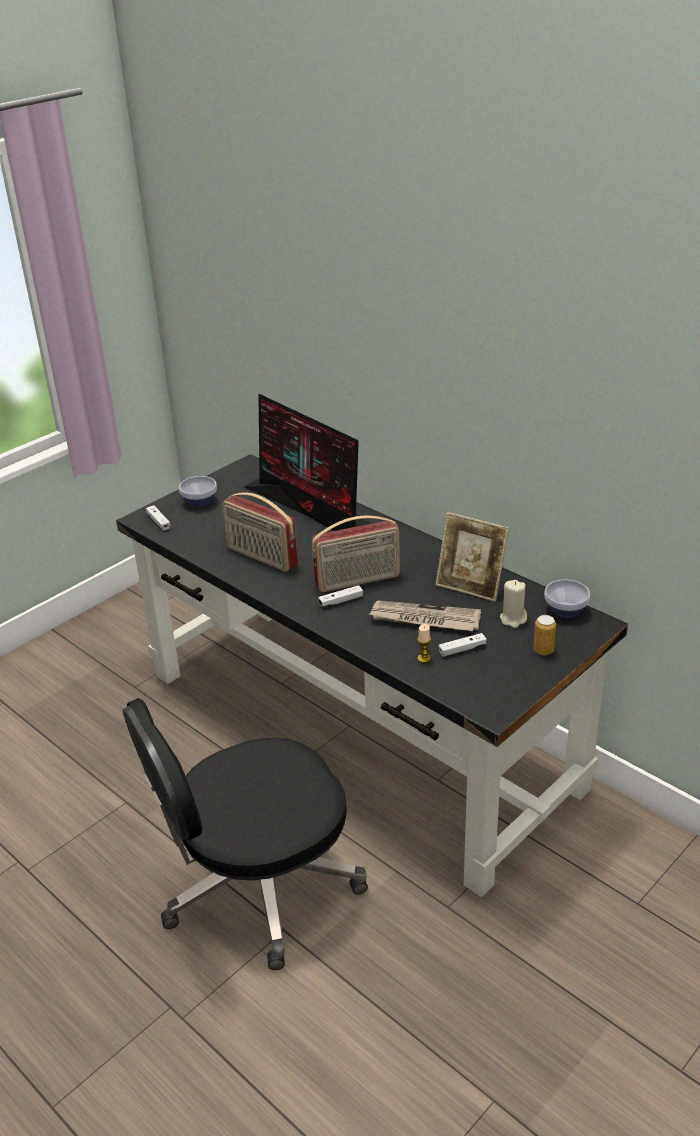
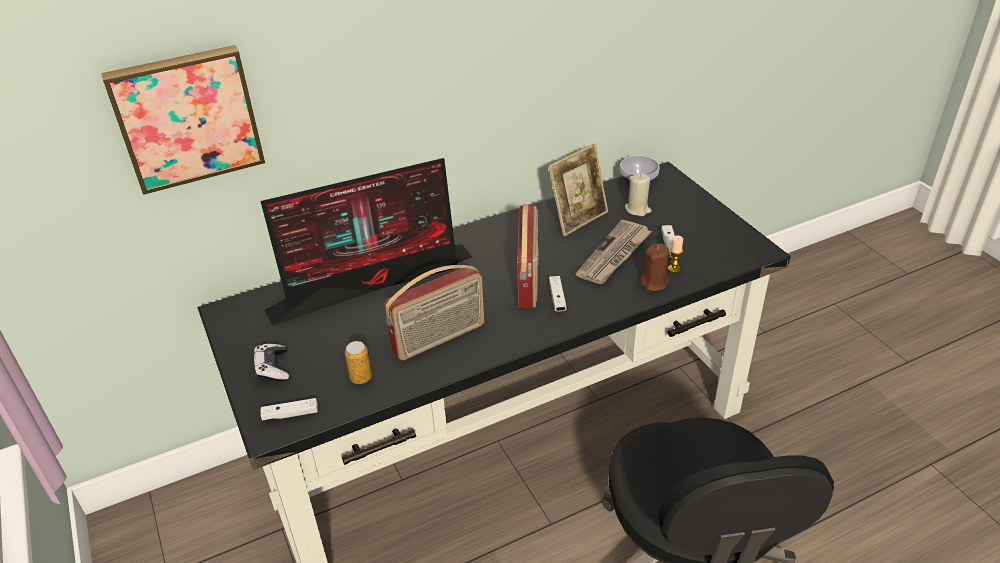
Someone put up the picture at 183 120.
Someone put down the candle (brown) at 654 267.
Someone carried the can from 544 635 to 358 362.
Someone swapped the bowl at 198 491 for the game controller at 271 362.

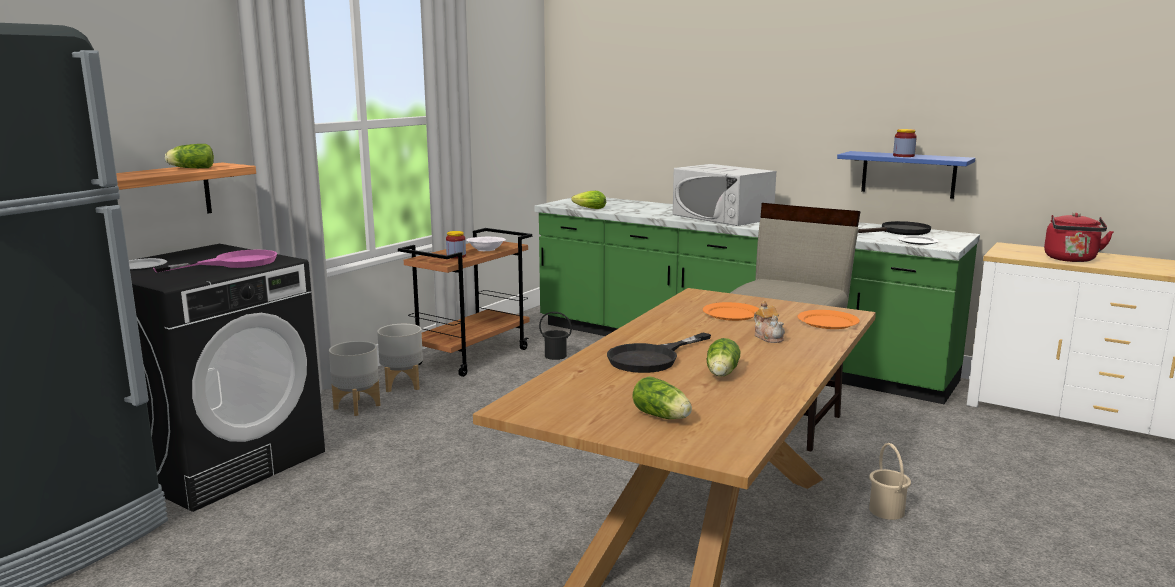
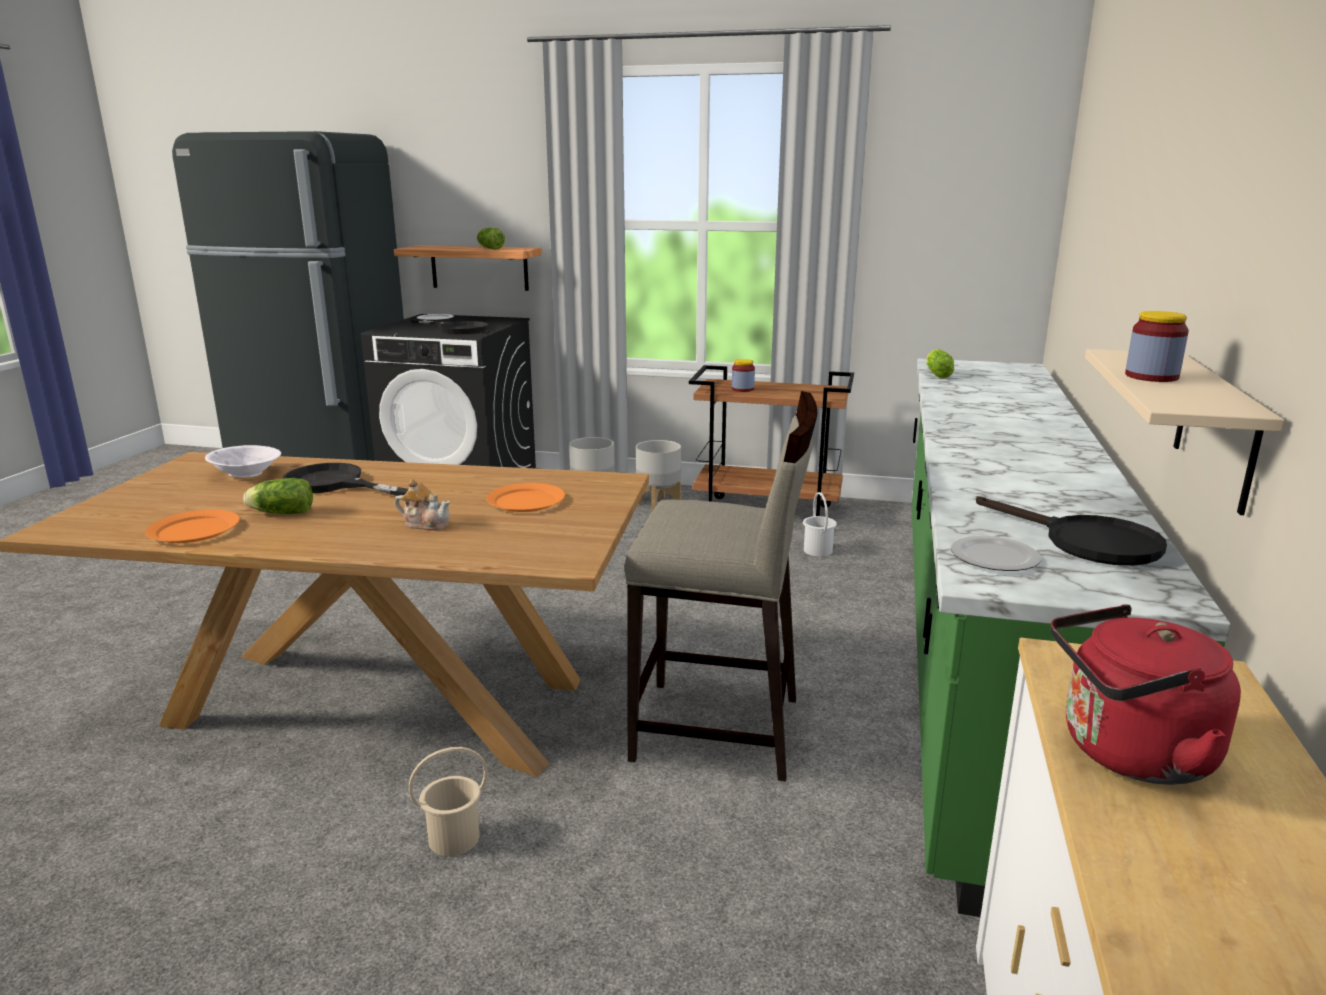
Someone took away the lettuce at 662 397.
Someone took away the microwave (white) at 724 195.
Someone carried the bowl (white) from 486 244 to 243 461.
Someone carried the plate (orange) from 829 319 to 192 526.
Someone repainted the frying pan (pink) at 215 261, which became the frying pan (black) at 449 326.
Someone repainted the bucket (black) at 555 336, which became the bucket (white) at 820 524.
Someone repainted the shelf (blue) at 906 175, which became the shelf (beige) at 1185 432.
Someone rotated the teapot at 769 322 by 120 degrees counterclockwise.

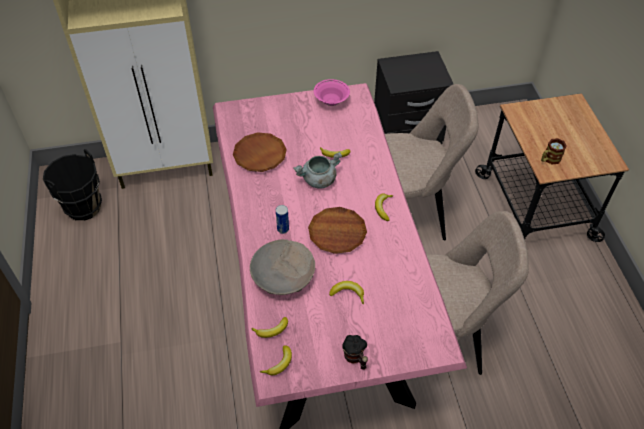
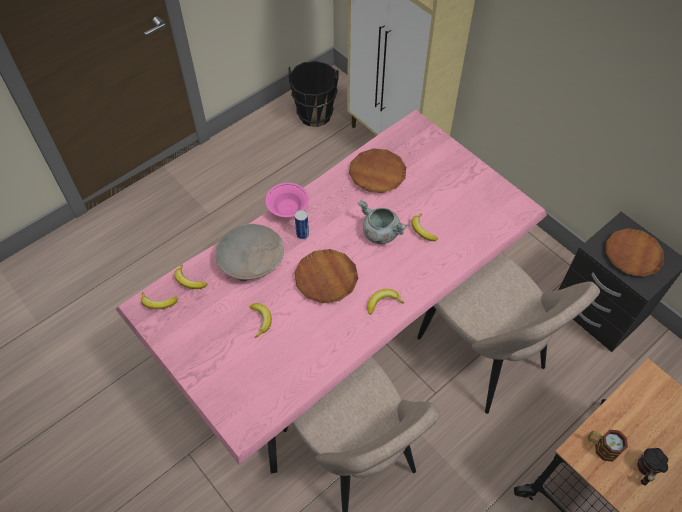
Someone put down the plate (brown) at 635 252.
Someone carried the bowl (pink) from 332 92 to 287 200.
Someone carried the mug from 355 352 to 652 467.

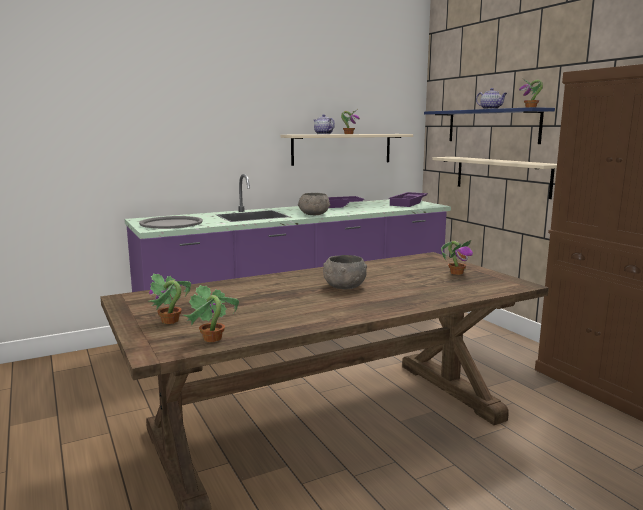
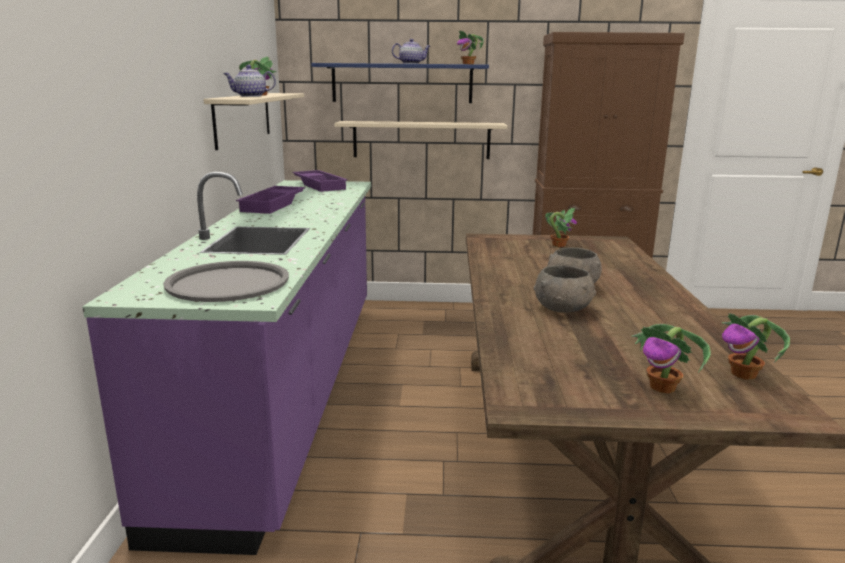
Someone carried the bowl (grey) from 314 204 to 565 289.

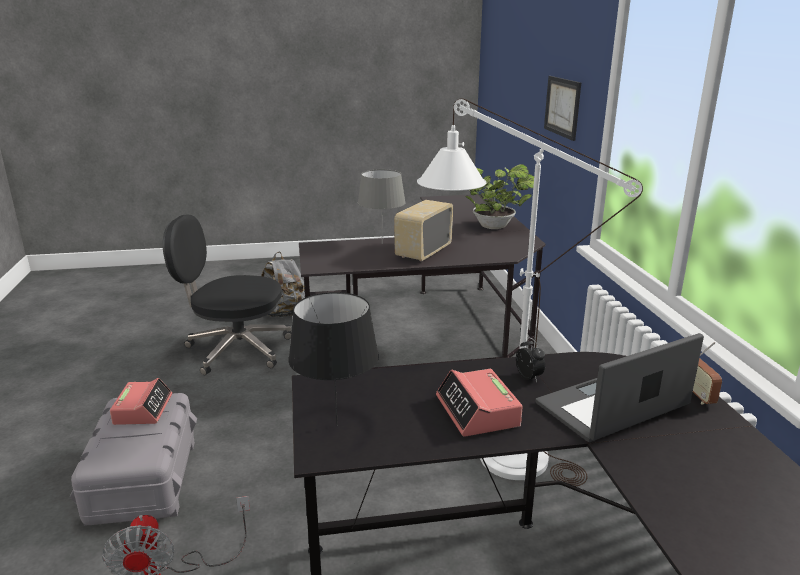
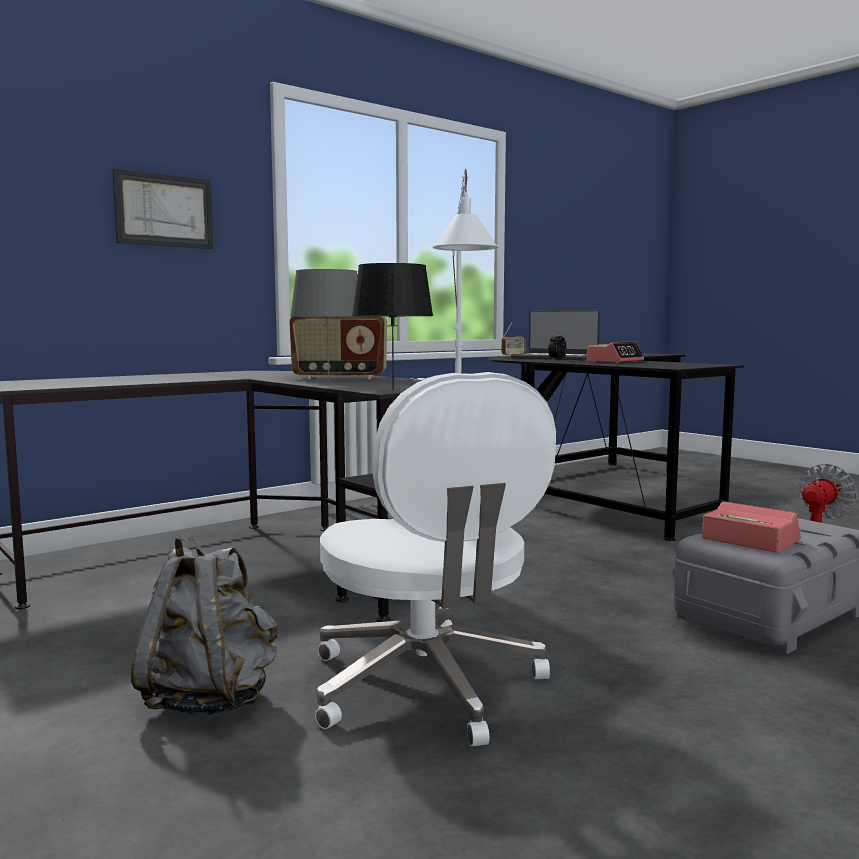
Someone took away the potted plant at 499 196.
Someone carried the table lamp (black) from 333 359 to 392 326.
Someone repainted the office chair (black) at 227 294, which became the office chair (white) at 435 559.
Someone rotated the alarm clock at 141 401 by 75 degrees clockwise.

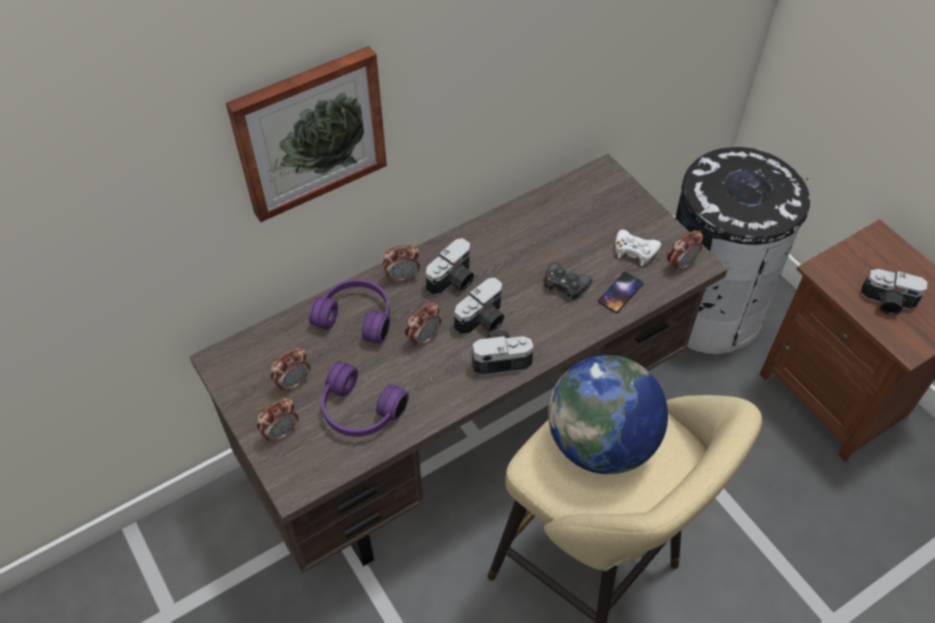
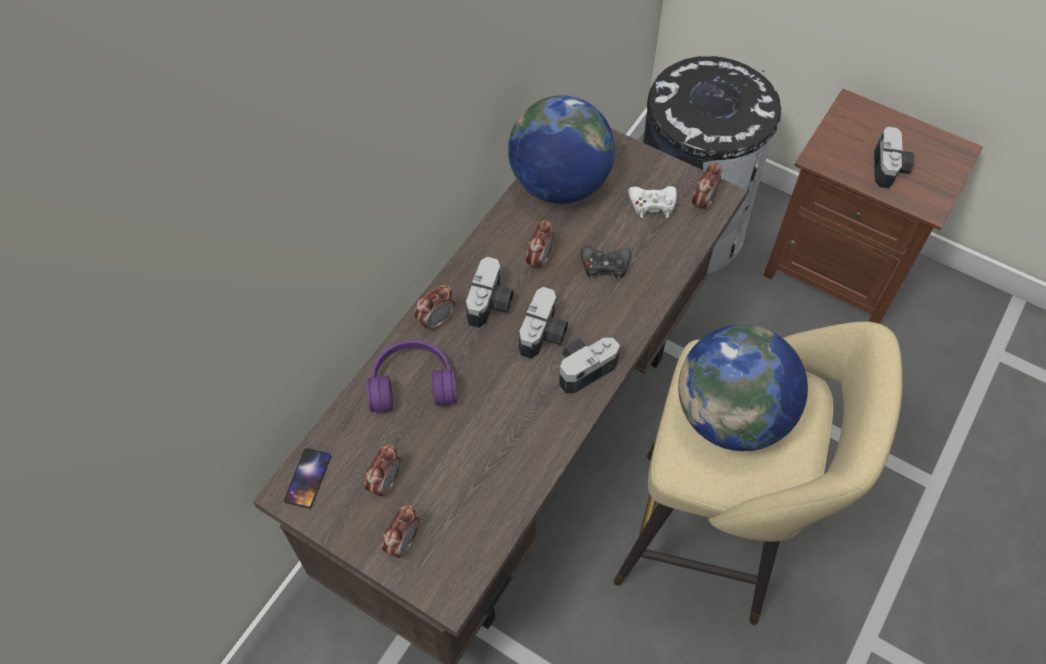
Someone took away the picture at 306 134.
Someone took away the headphones (purple) at 365 399.
Someone put down the globe at 561 149.
Someone carried the alarm clock from 423 325 to 540 245.
Someone carried the phone from 621 292 to 307 478.
Someone rotated the photo camera at 894 292 by 75 degrees counterclockwise.

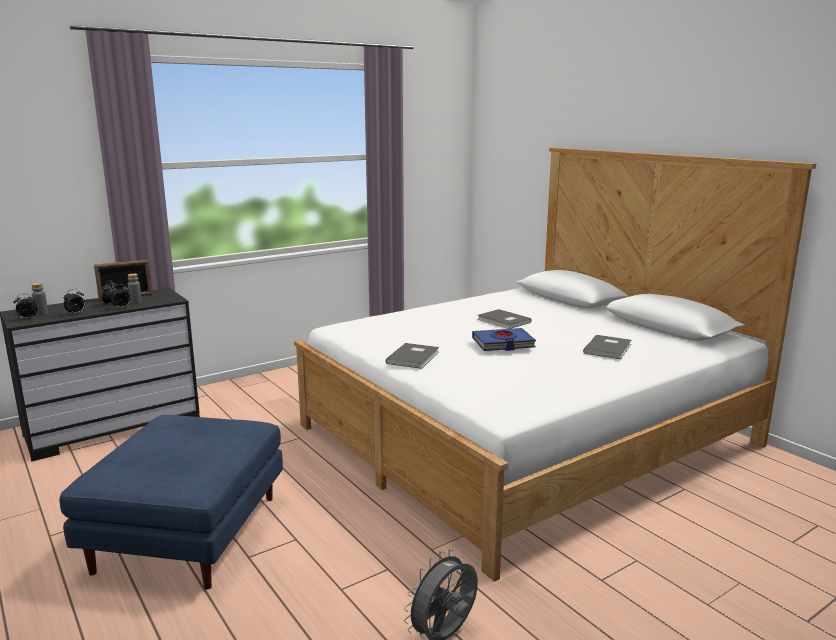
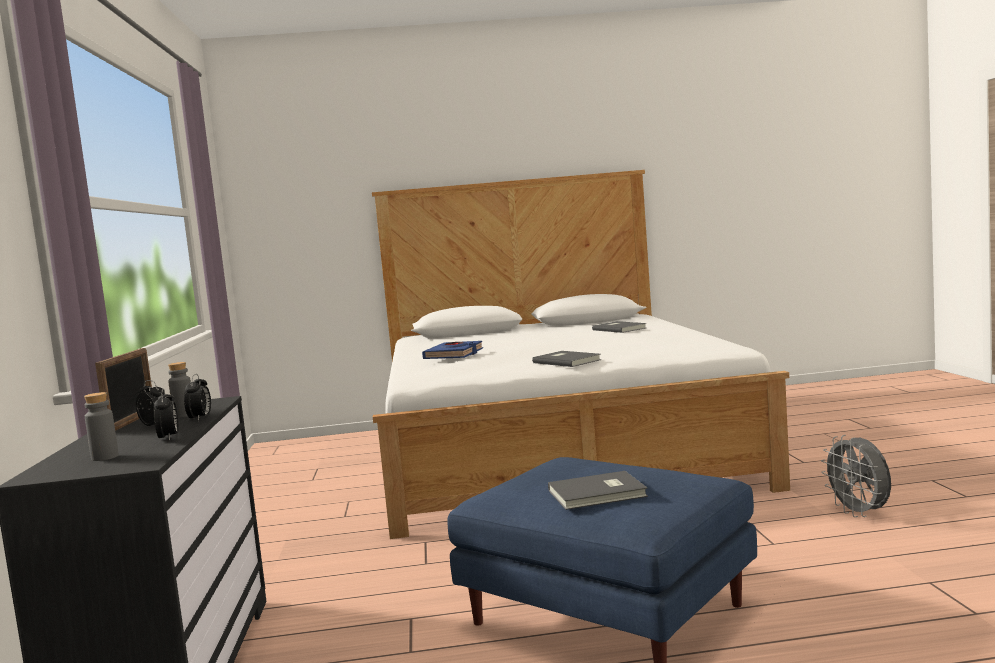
Someone took away the alarm clock at 25 307.
Someone carried the book (blue) from 504 339 to 452 350.
Someone carried the book (grey) from 504 319 to 598 490.

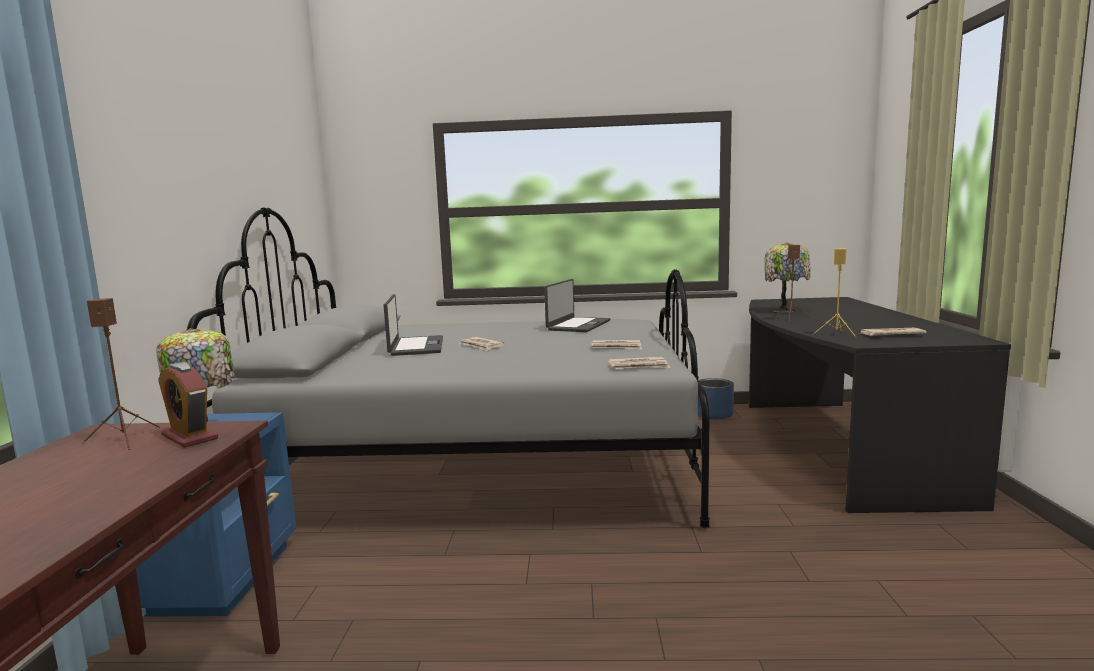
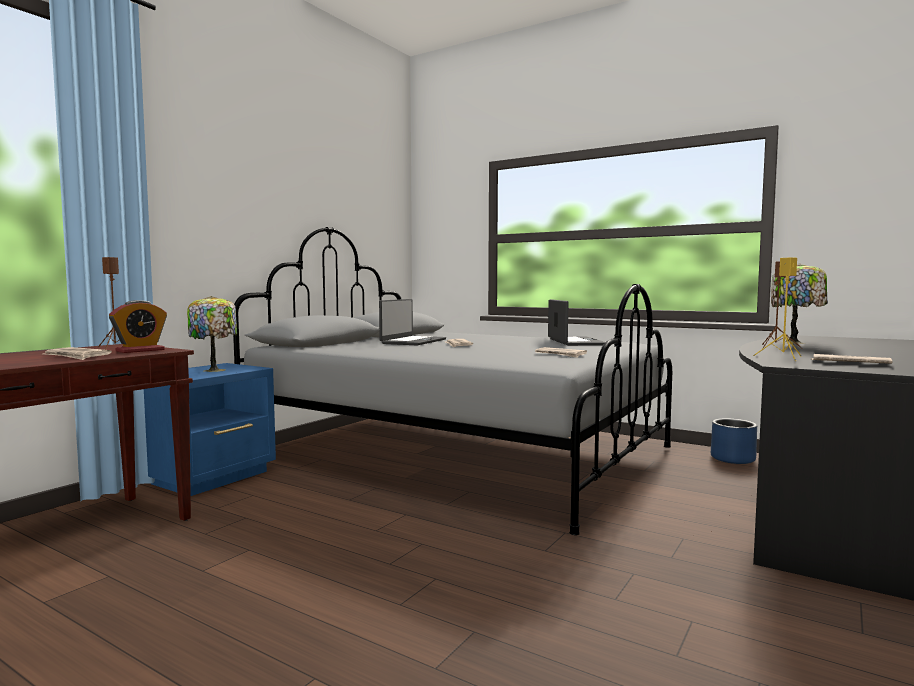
Someone carried the newspaper from 639 363 to 78 353.
Someone rotated the alarm clock at 188 405 by 120 degrees counterclockwise.
Someone rotated the laptop at 577 305 by 60 degrees counterclockwise.

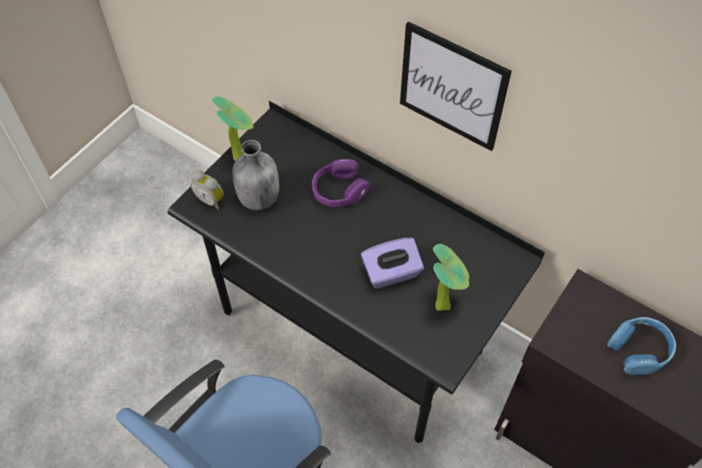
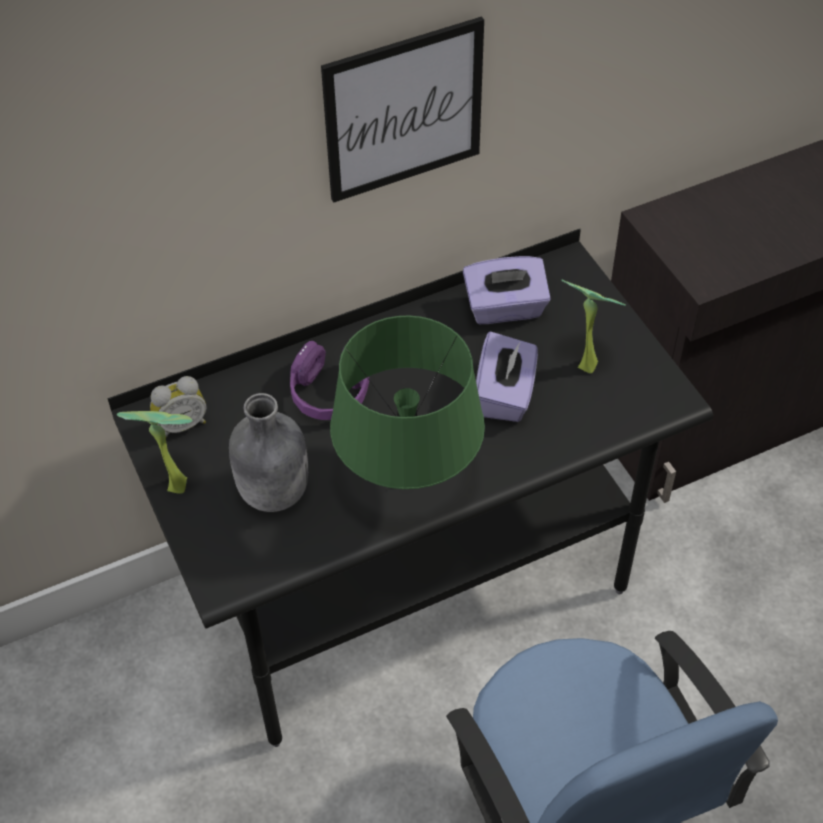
Someone took away the headphones (blue) at 641 346.
Someone put down the table lamp (green) at 407 402.
Someone put down the tissue box (purple) at 507 290.
Someone carried the alarm clock from 207 190 to 178 407.

